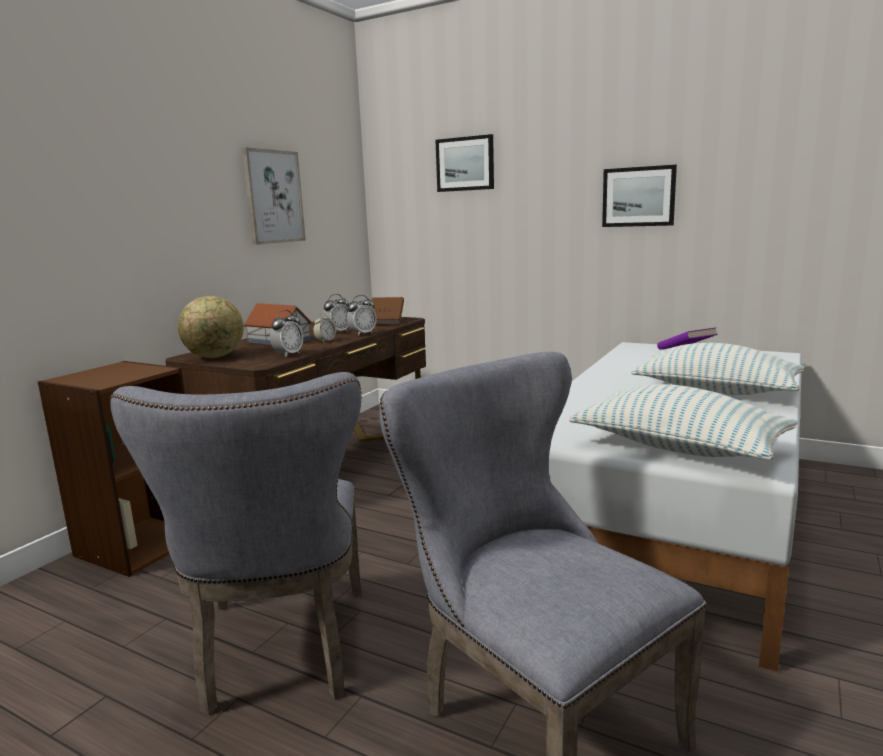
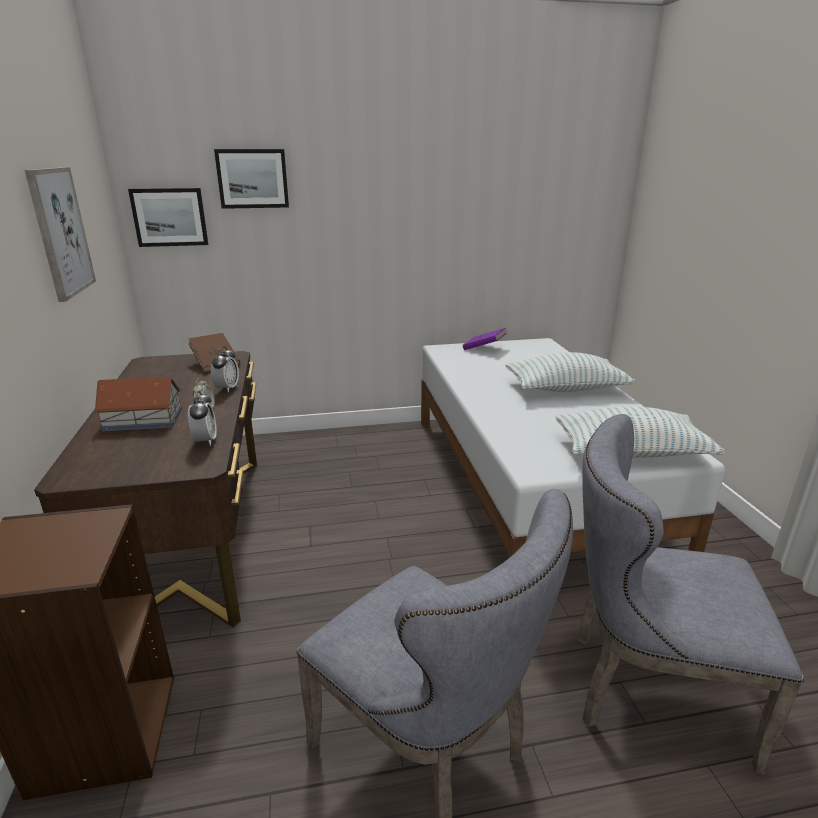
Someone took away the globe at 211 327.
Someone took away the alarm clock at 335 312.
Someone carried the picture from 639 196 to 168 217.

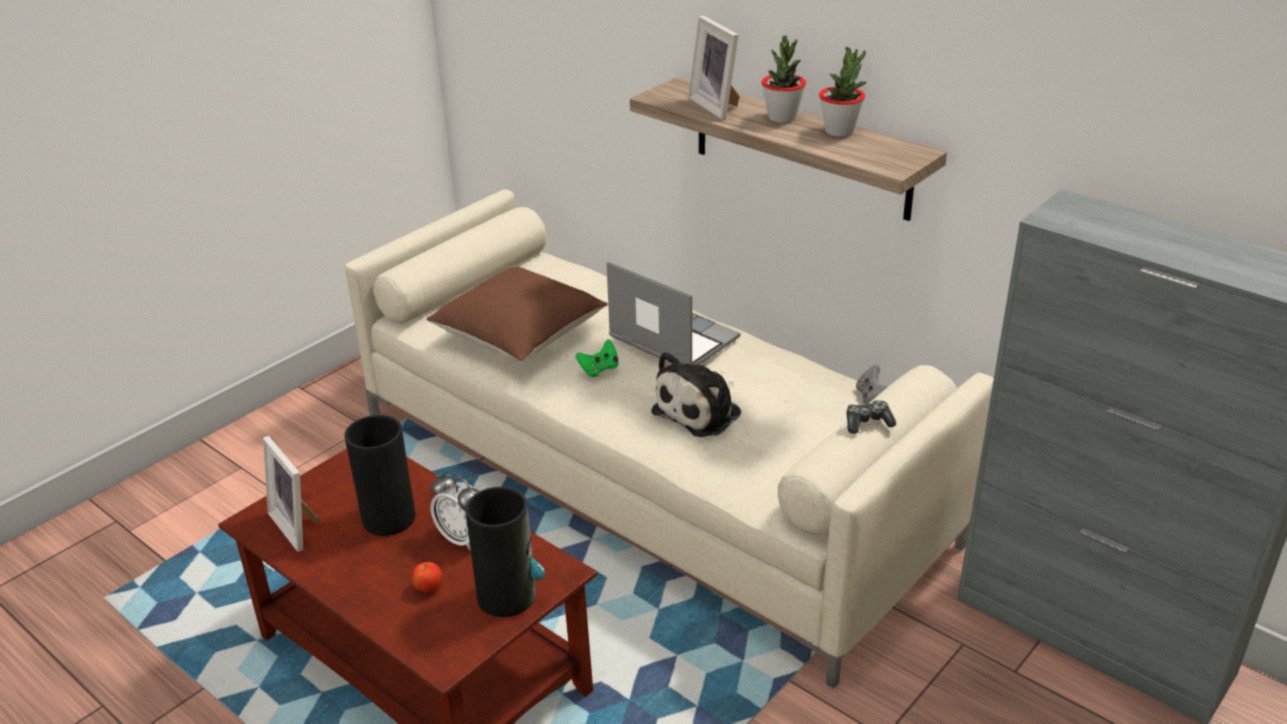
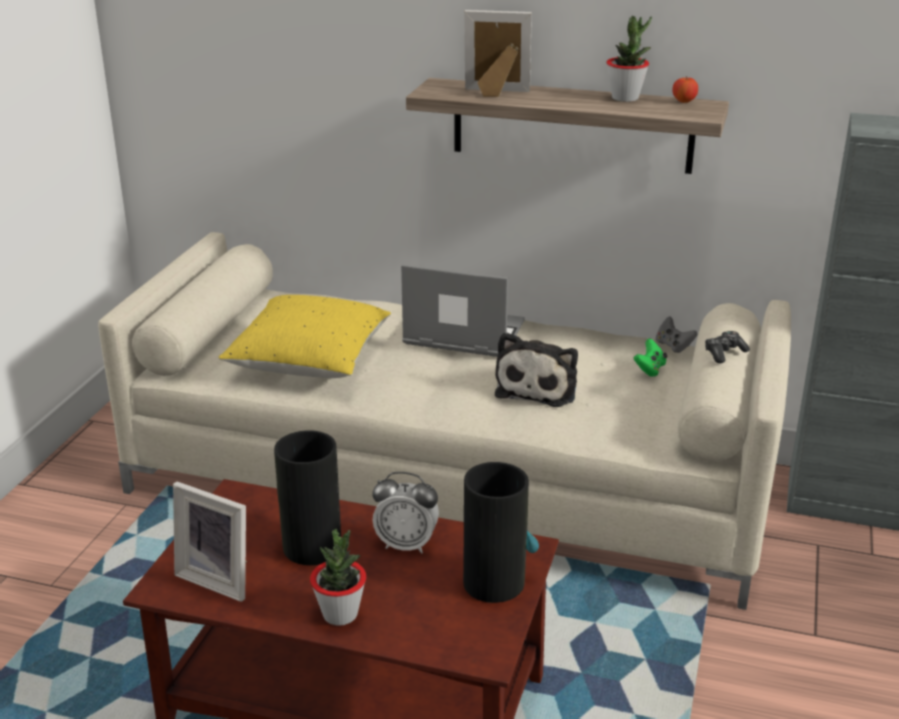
Someone carried the apple from 427 577 to 685 89.
Someone carried the game controller (green) from 597 358 to 650 357.
Someone carried the potted plant from 784 79 to 338 577.
Someone repainted the pillow (brown) at 517 314, which became the pillow (yellow) at 305 336.
Someone rotated the picture frame at 714 68 by 150 degrees clockwise.

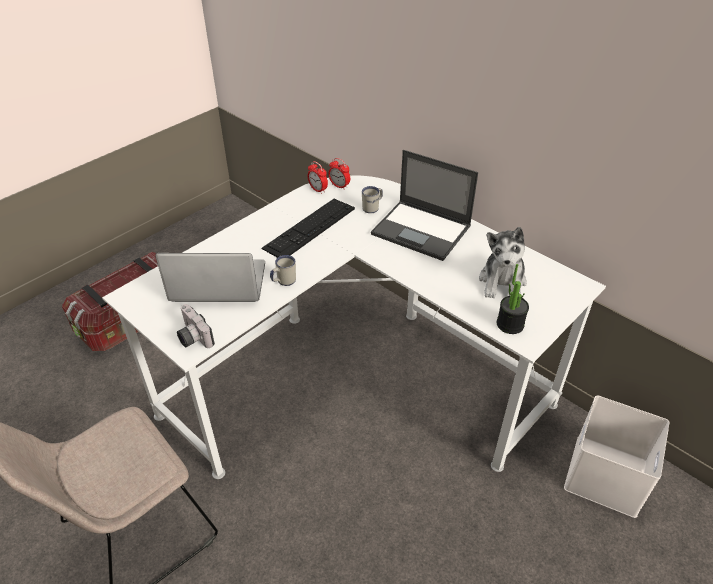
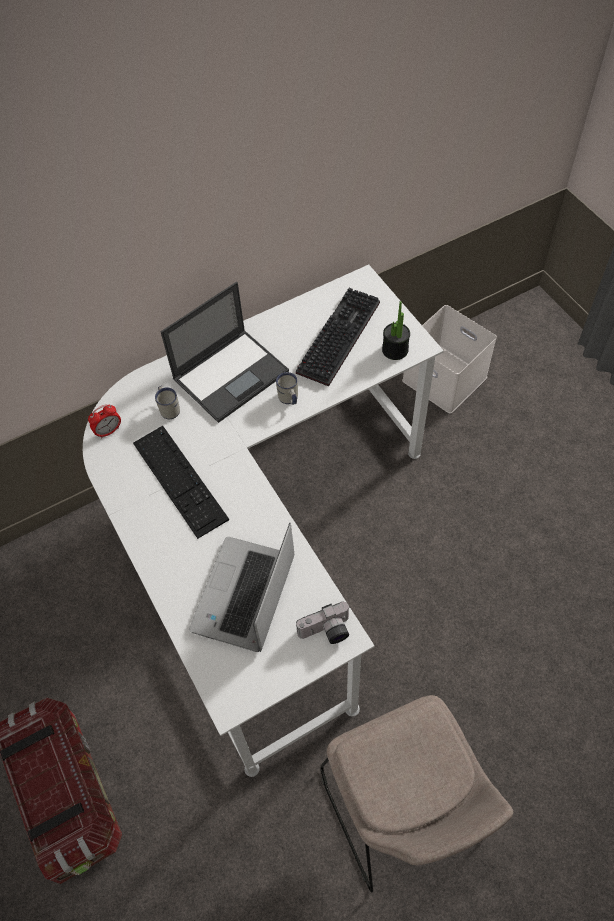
Someone took away the alarm clock at 318 177.
Someone carried the mug (white) from 283 270 to 287 388.
Someone swapped the plush toy at 503 262 for the keyboard at 338 336.

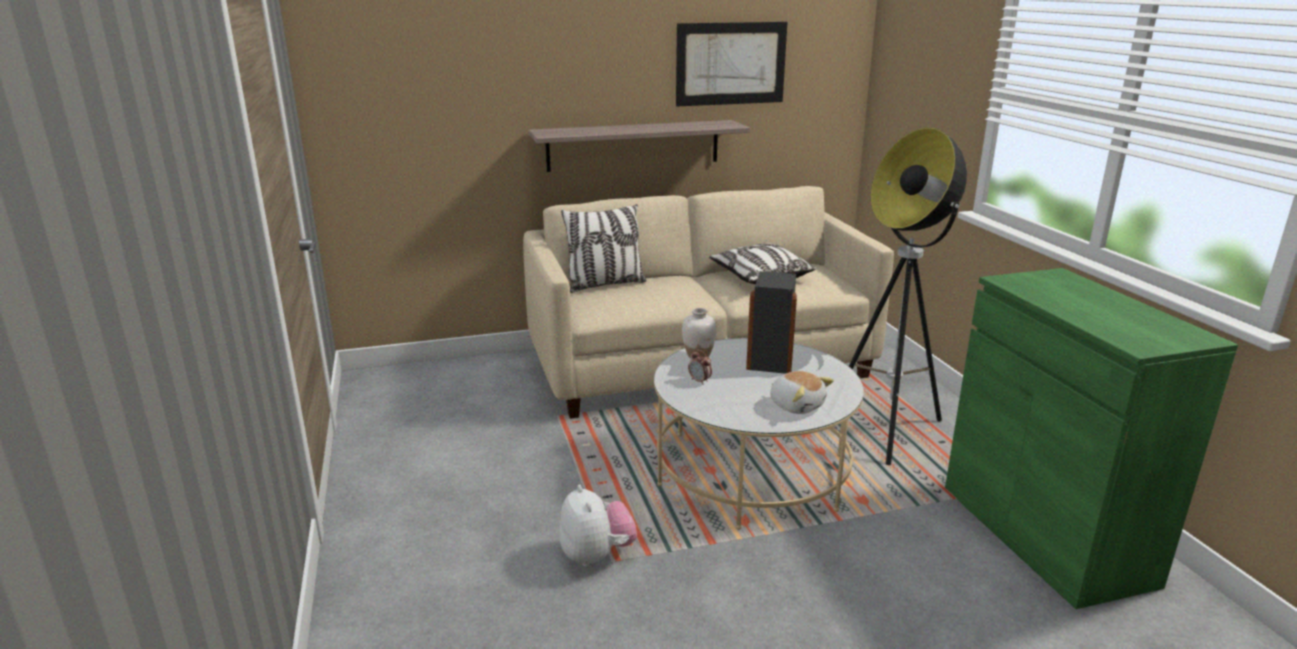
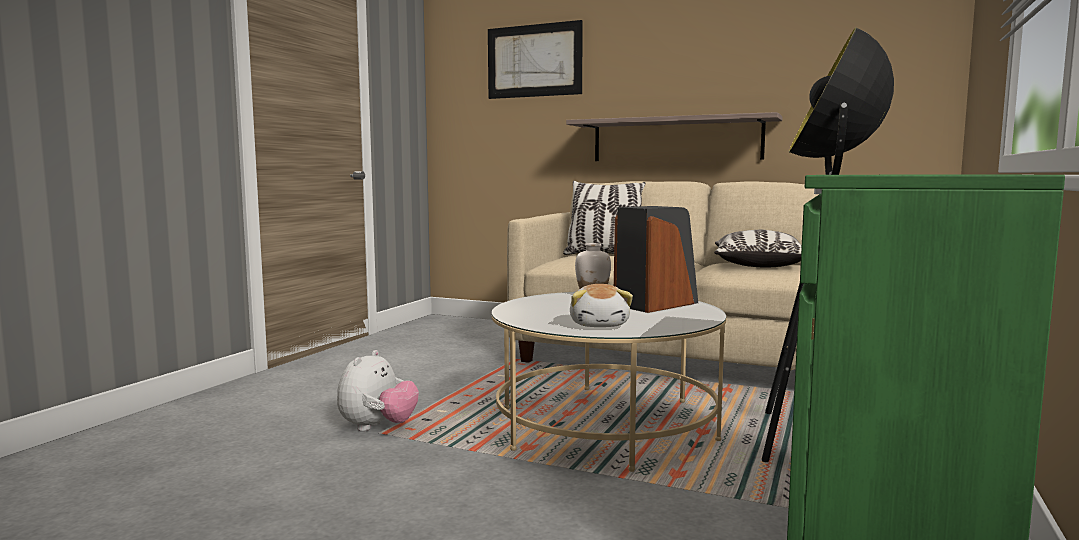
Someone took away the alarm clock at 700 367.
Someone carried the picture from 731 64 to 535 59.

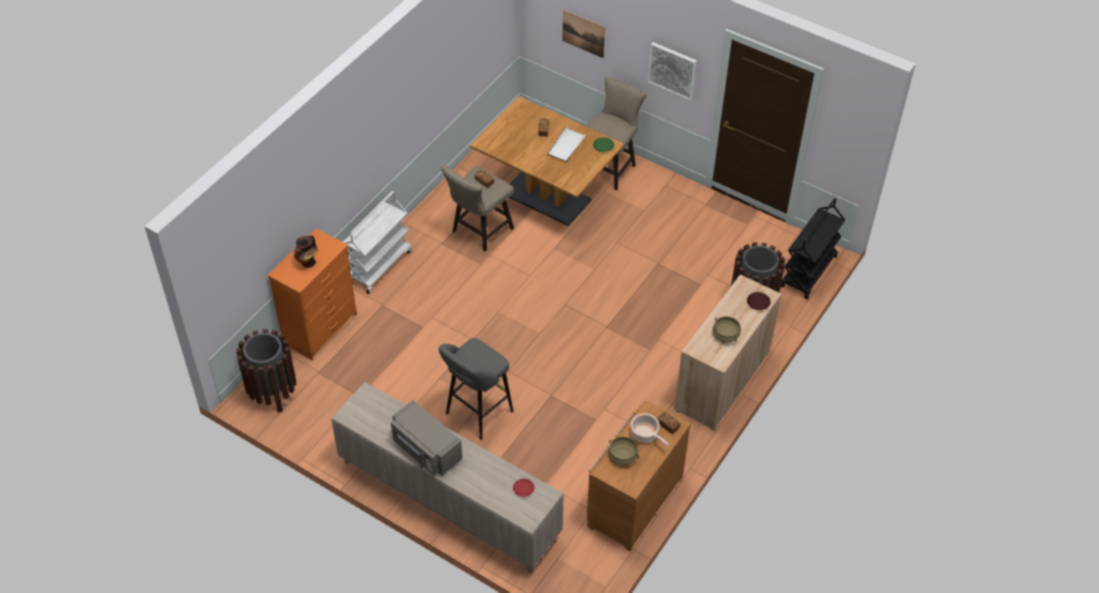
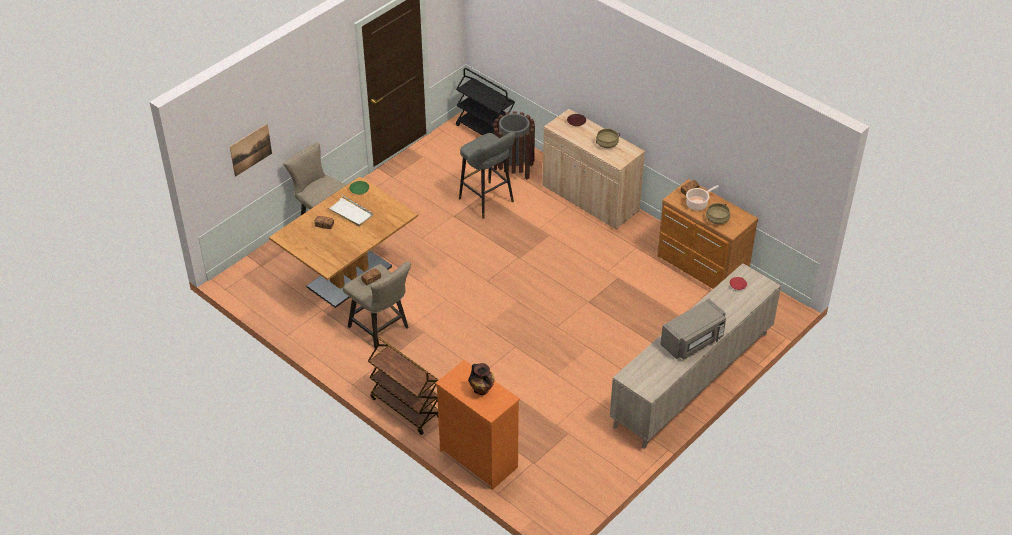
Someone took away the trash can (brown) at 266 371.
Someone took away the picture at 672 71.
Someone carried the stool (grey) from 476 389 to 487 175.
Someone repainted the cart (white) at 377 242, which became the cart (brown) at 403 386.

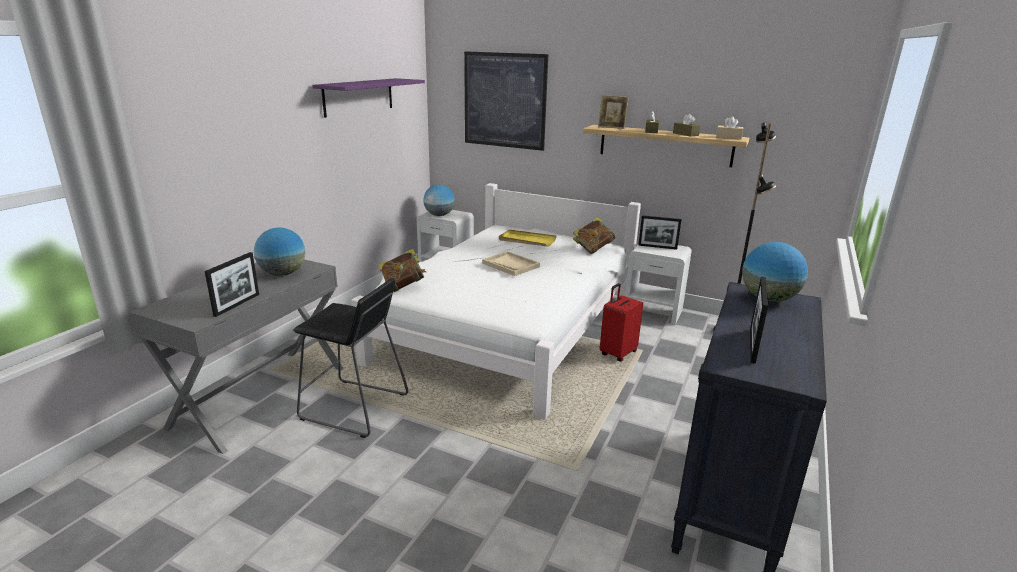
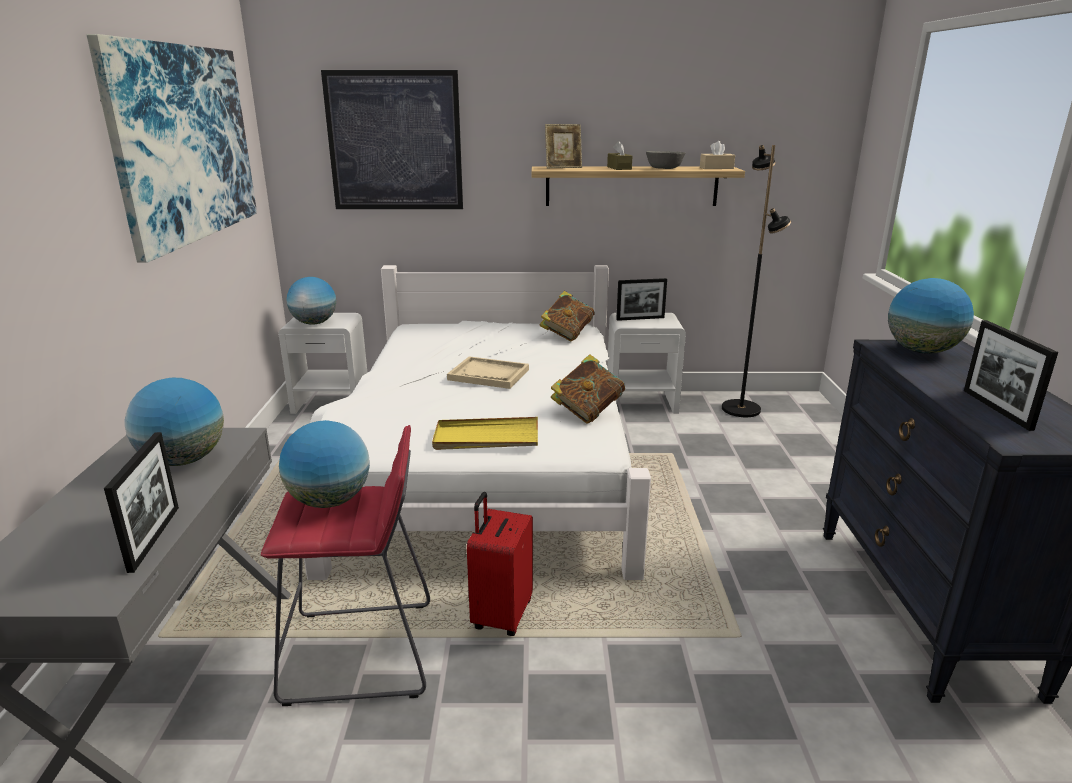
Someone put down the globe at 324 464.
Someone carried the book from 402 270 to 588 389.
Someone carried the tray (yellow) from 528 238 to 485 433.
Someone carried the suitcase (red) from 621 322 to 500 564.
Someone swapped the shelf (purple) at 368 98 for the picture at 172 148.
Someone swapped the tissue box (brown) at 687 125 for the bowl (grey) at 665 160.
Someone repainted the stool (black) at 350 358, which became the stool (red) at 345 565.

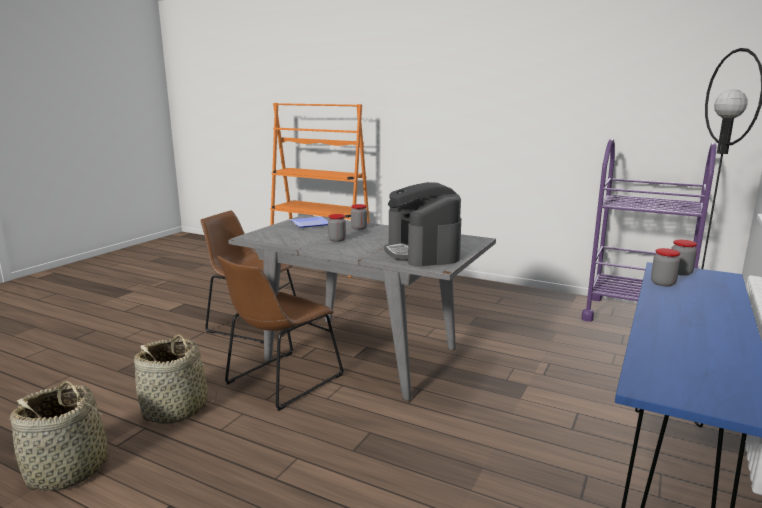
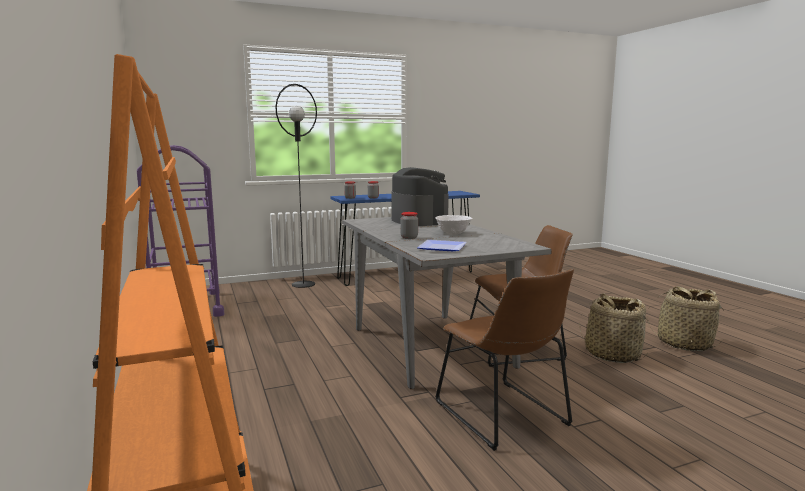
Someone swapped the jar at 337 228 for the bowl (white) at 453 225.
Someone rotated the coffee machine at 422 224 by 45 degrees counterclockwise.

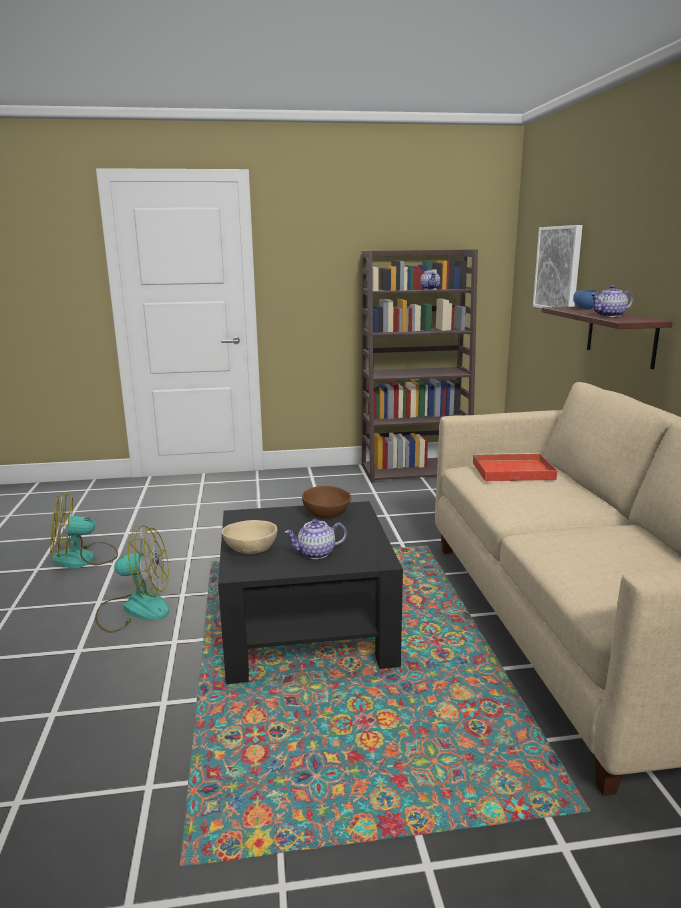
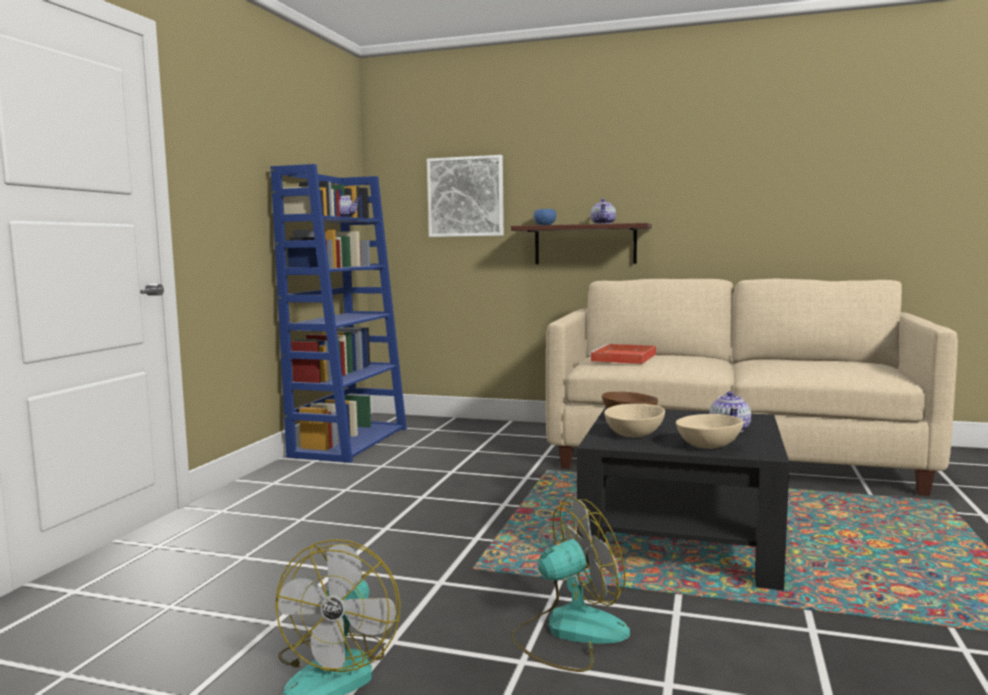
Someone put down the bowl (beige) at 634 420.
Someone repainted the bookcase (brown) at 420 366, which became the bookcase (blue) at 338 313.
Someone rotated the fan at 132 579 by 45 degrees clockwise.

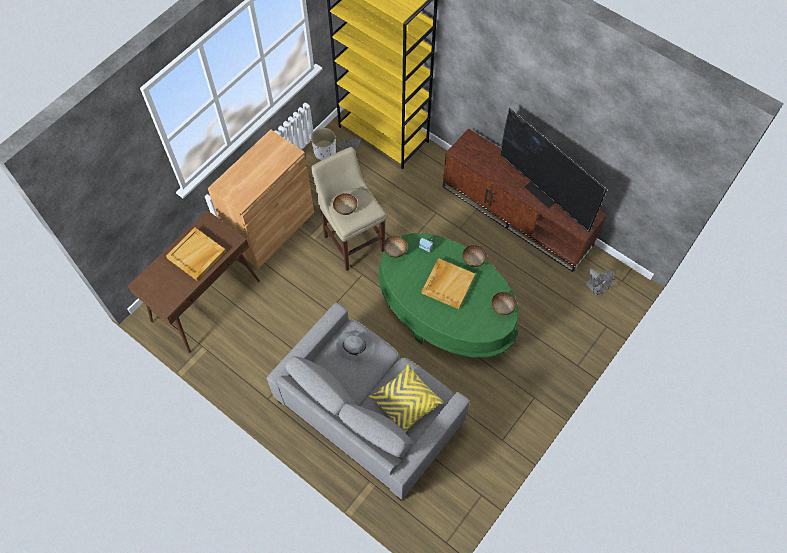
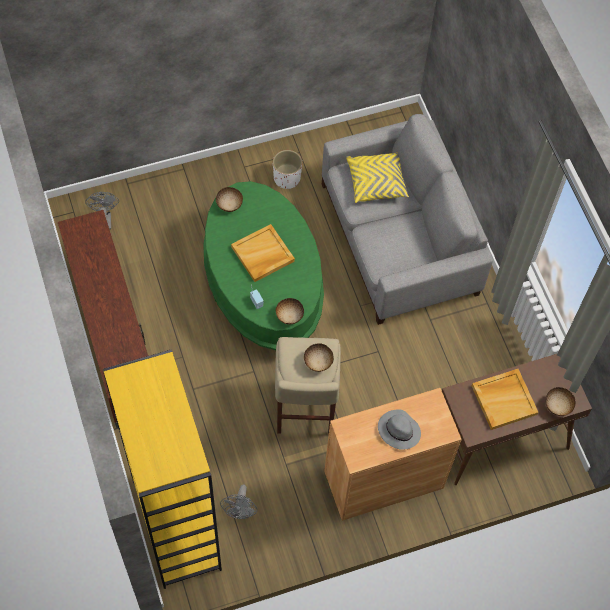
Someone took away the television at 553 170.
Someone carried the planter (white) from 323 144 to 287 169.
Someone carried the hat (grey) from 354 346 to 399 429.
Someone carried the bowl from 475 256 to 560 401.

